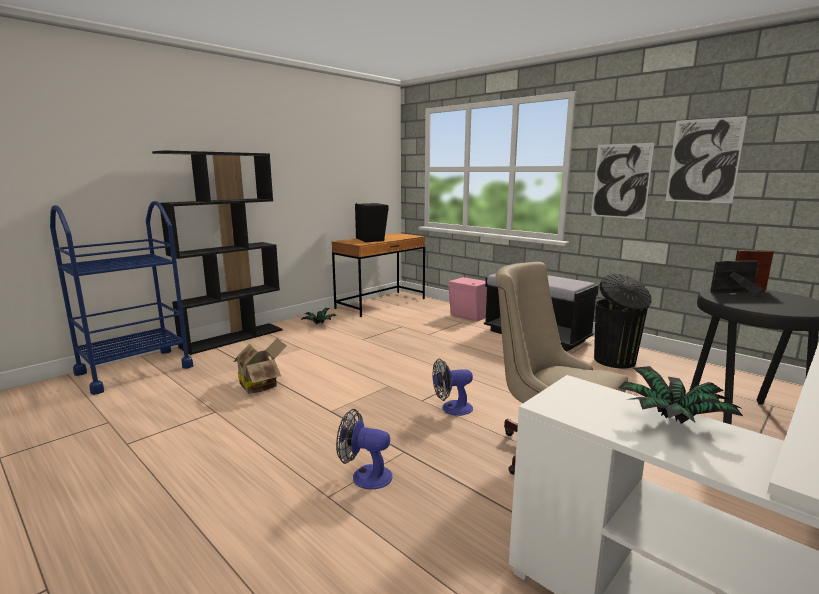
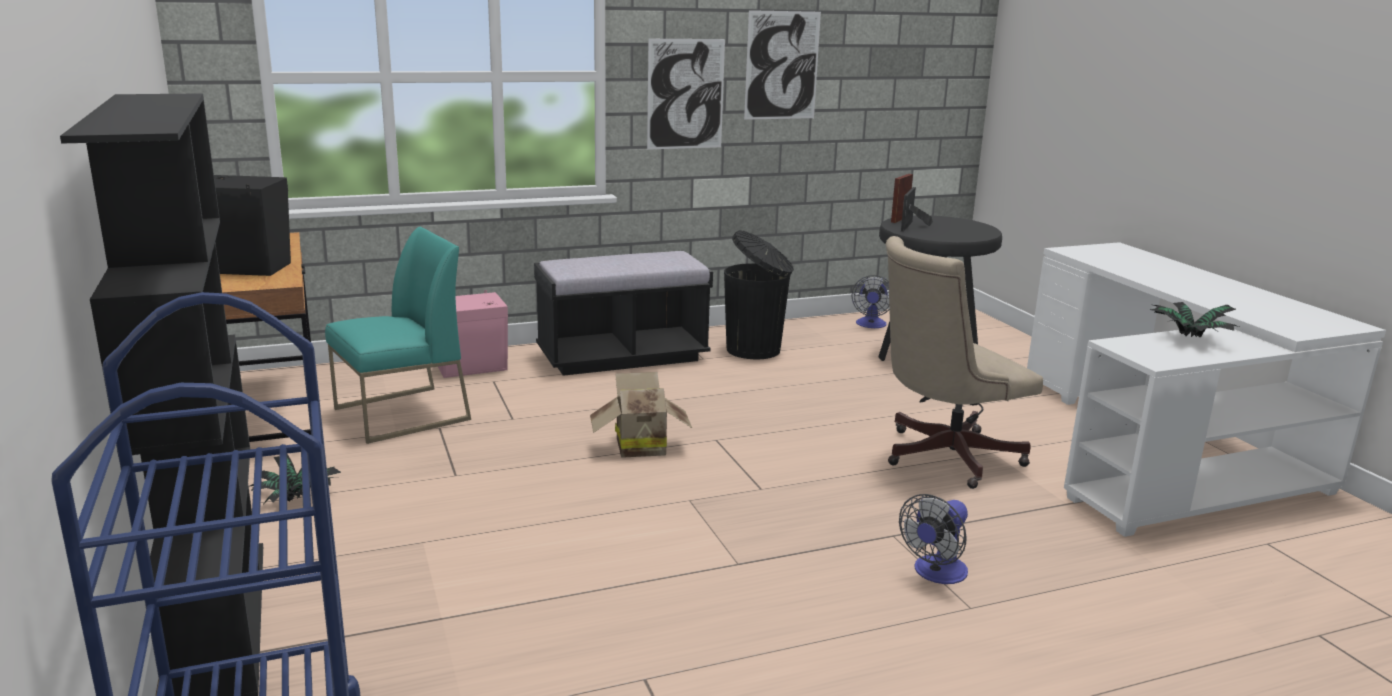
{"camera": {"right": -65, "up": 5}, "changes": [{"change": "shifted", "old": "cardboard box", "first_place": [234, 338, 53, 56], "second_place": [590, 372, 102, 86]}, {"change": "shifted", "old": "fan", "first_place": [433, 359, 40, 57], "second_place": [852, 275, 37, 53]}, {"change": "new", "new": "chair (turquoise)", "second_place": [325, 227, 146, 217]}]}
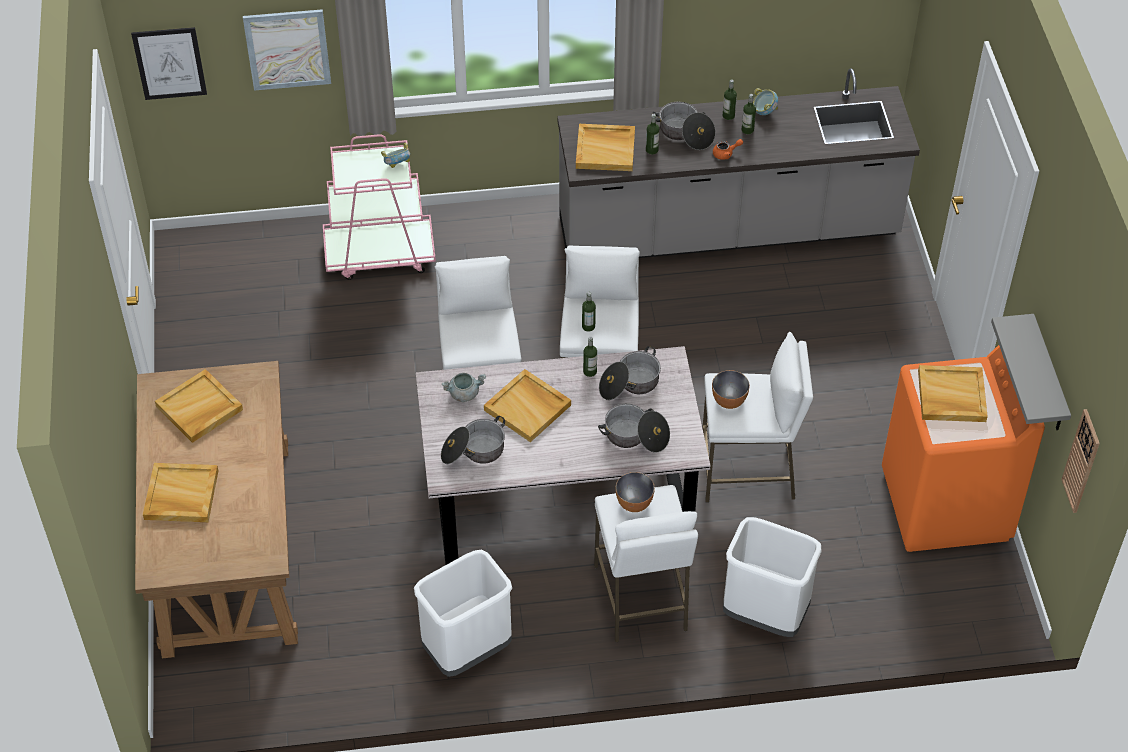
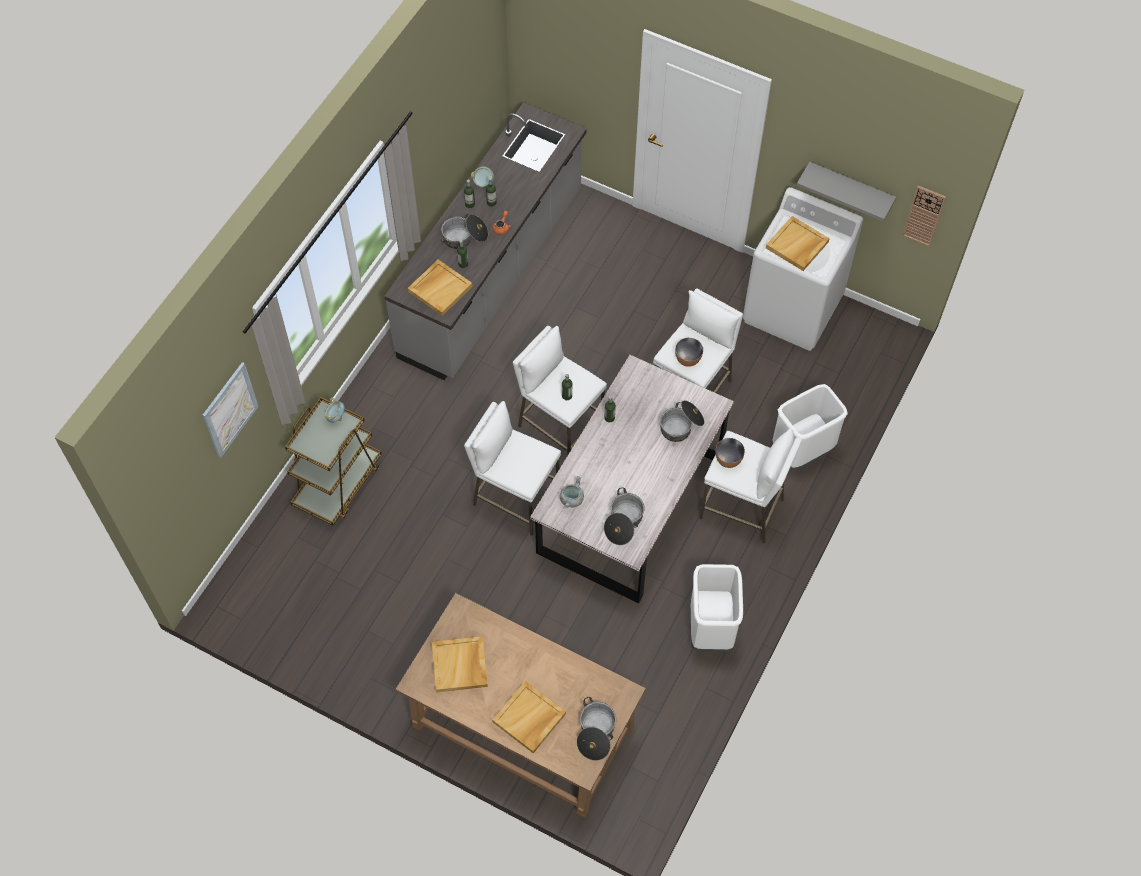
{"camera": {"right": -55, "up": 10}, "changes": [{"change": "gone", "old": "picture", "first_place": [131, 27, 76, 73]}, {"change": "repainted", "old": "cart (pink)", "new": "cart (brown)", "first_place": [323, 134, 113, 146], "second_place": [285, 397, 96, 128]}, {"change": "gone", "old": "tray (beige)", "first_place": [484, 369, 87, 73]}, {"change": "shifted", "old": "cooking pot", "first_place": [599, 346, 62, 54], "second_place": [577, 697, 39, 64]}, {"change": "repainted", "old": "washing machine (orange)", "new": "washing machine (white)", "first_place": [882, 345, 163, 207], "second_place": [743, 187, 120, 164]}]}
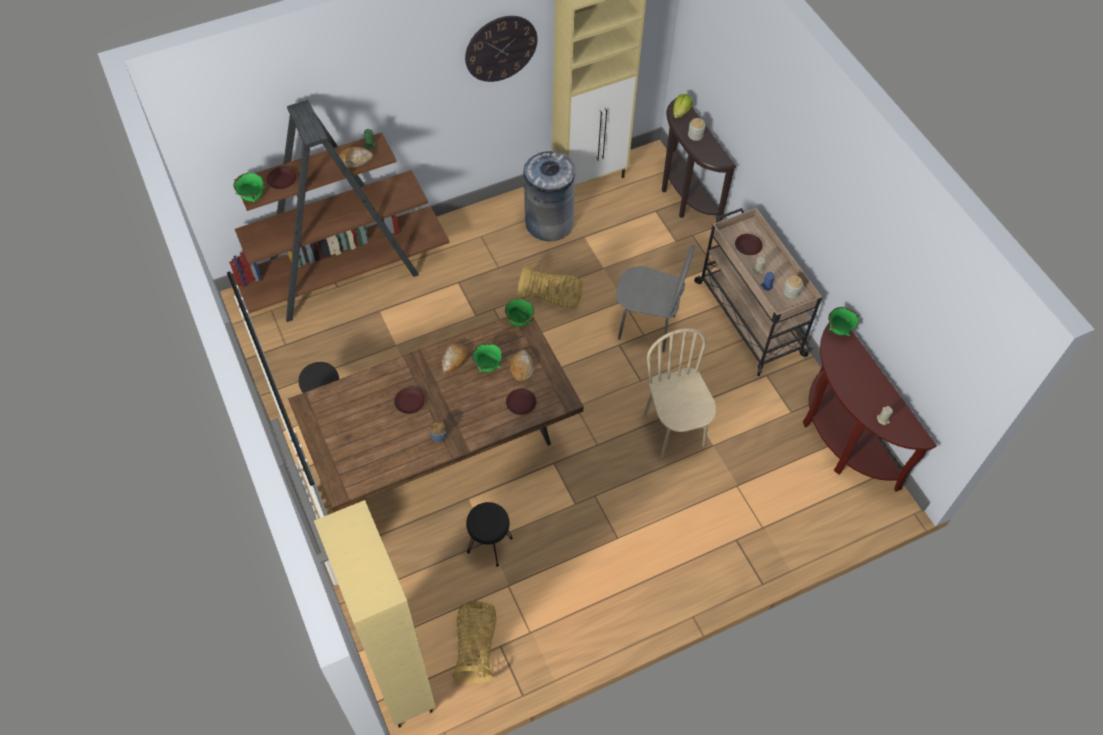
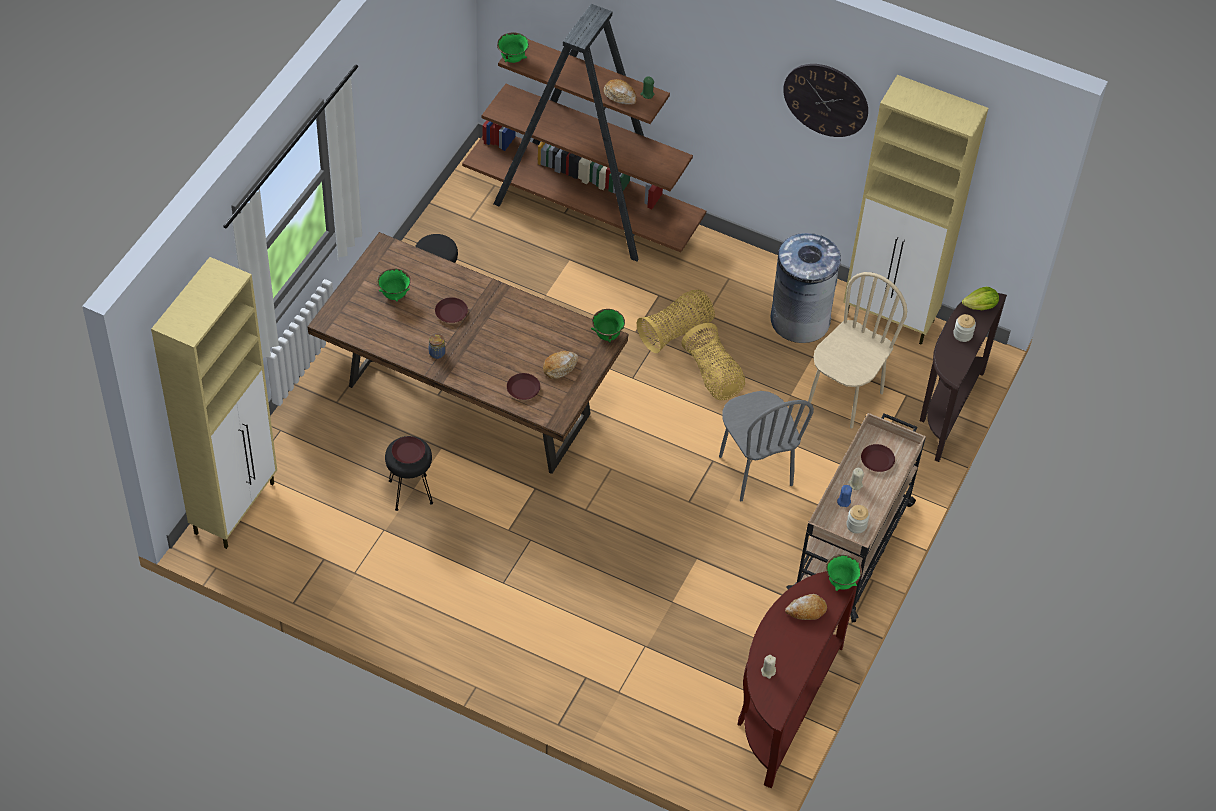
{"camera": {"right": 50, "up": -5}, "changes": [{"change": "shifted", "old": "plate (brown)", "first_place": [267, 167, 29, 22], "second_place": [392, 436, 33, 28]}, {"change": "shifted", "old": "bread", "first_place": [442, 344, 26, 29], "second_place": [785, 594, 42, 26]}, {"change": "shifted", "old": "basket", "first_place": [452, 601, 44, 82], "second_place": [637, 290, 78, 63]}, {"change": "shifted", "old": "bowl (green)", "first_place": [472, 343, 31, 30], "second_place": [377, 268, 34, 33]}, {"change": "shifted", "old": "chair (beige)", "first_place": [643, 328, 73, 130], "second_place": [808, 272, 99, 157]}]}
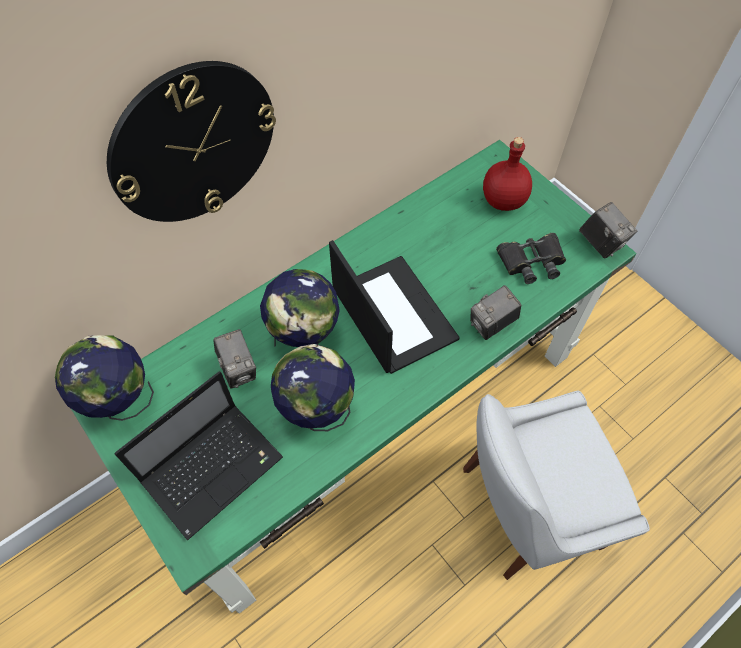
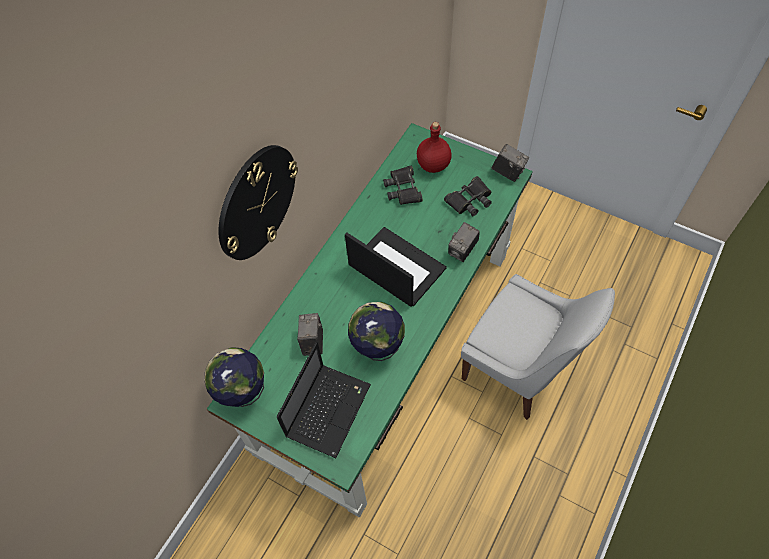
{"camera": {"right": -20, "up": 0}, "changes": [{"change": "rotated", "old": "photo camera", "first_place": [213, 329, 43, 60], "second_place": [297, 313, 26, 43], "degrees": -135}, {"change": "gone", "old": "globe", "first_place": [260, 269, 80, 78]}, {"change": "rotated", "old": "chair (white)", "first_place": [463, 391, 187, 189], "second_place": [461, 274, 154, 146], "degrees": -105}, {"change": "new", "new": "binoculars (black)", "second_place": [383, 165, 40, 40]}]}
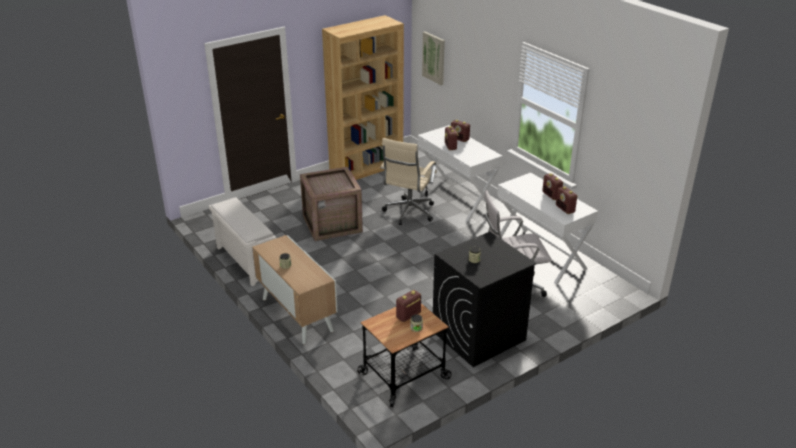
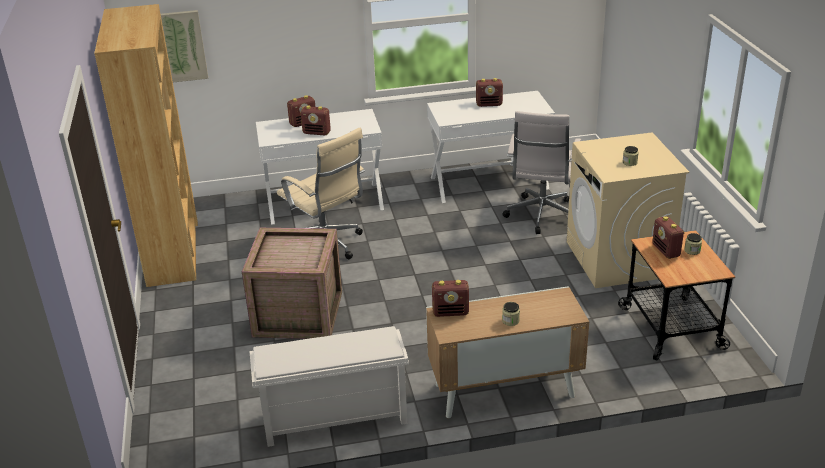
{"camera": {"right": -65, "up": 0}, "changes": [{"change": "repainted", "old": "washing machine (black)", "new": "washing machine (beige)", "first_place": [433, 232, 104, 135], "second_place": [566, 132, 123, 156]}, {"change": "shifted", "old": "radio", "first_place": [556, 186, 22, 28], "second_place": [432, 280, 37, 37]}]}
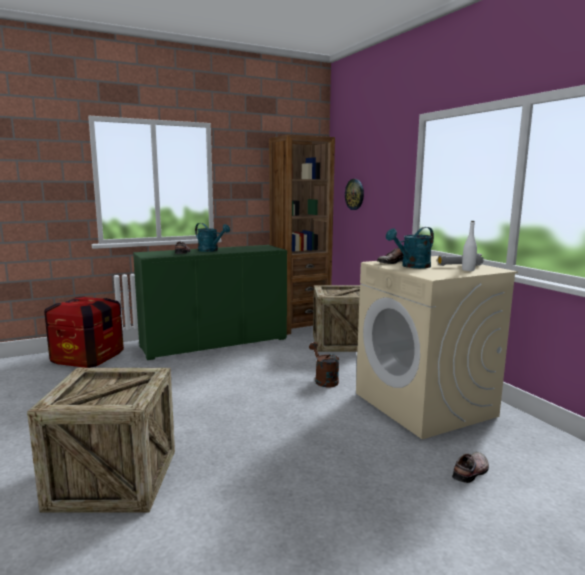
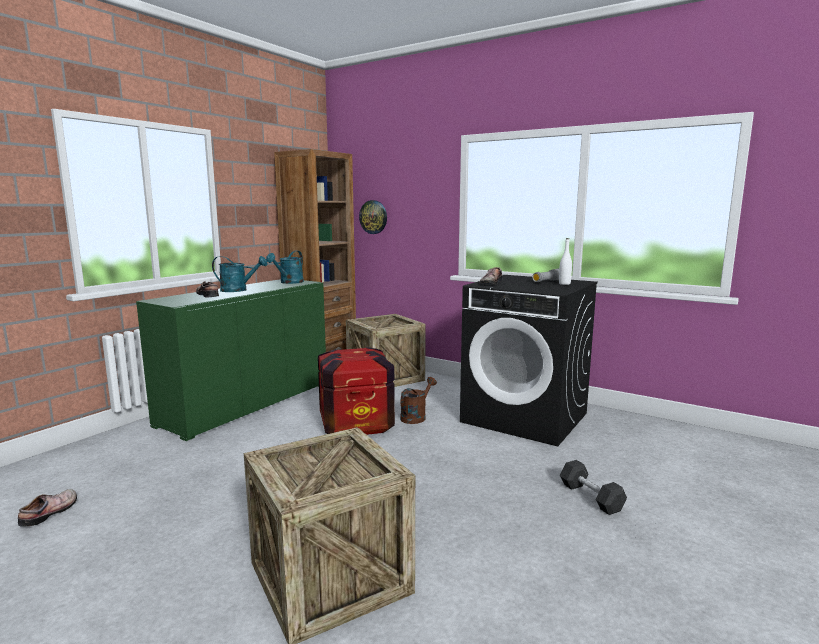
{"camera": {"right": -30, "up": 0}, "changes": [{"change": "shifted", "old": "crate", "first_place": [44, 296, 80, 72], "second_place": [318, 347, 77, 88]}, {"change": "rotated", "old": "watering can (brown)", "first_place": [309, 342, 30, 45], "second_place": [400, 377, 37, 47], "degrees": 90}, {"change": "repainted", "old": "washing machine (beige)", "new": "washing machine (black)", "first_place": [356, 256, 162, 183], "second_place": [460, 275, 138, 172]}, {"change": "shifted", "old": "watering can (turquoise)", "first_place": [386, 227, 48, 41], "second_place": [266, 251, 38, 33]}, {"change": "shifted", "old": "shoe", "first_place": [452, 452, 37, 31], "second_place": [18, 489, 59, 38]}, {"change": "new", "new": "dumbbell (black)", "second_place": [560, 460, 67, 55]}]}
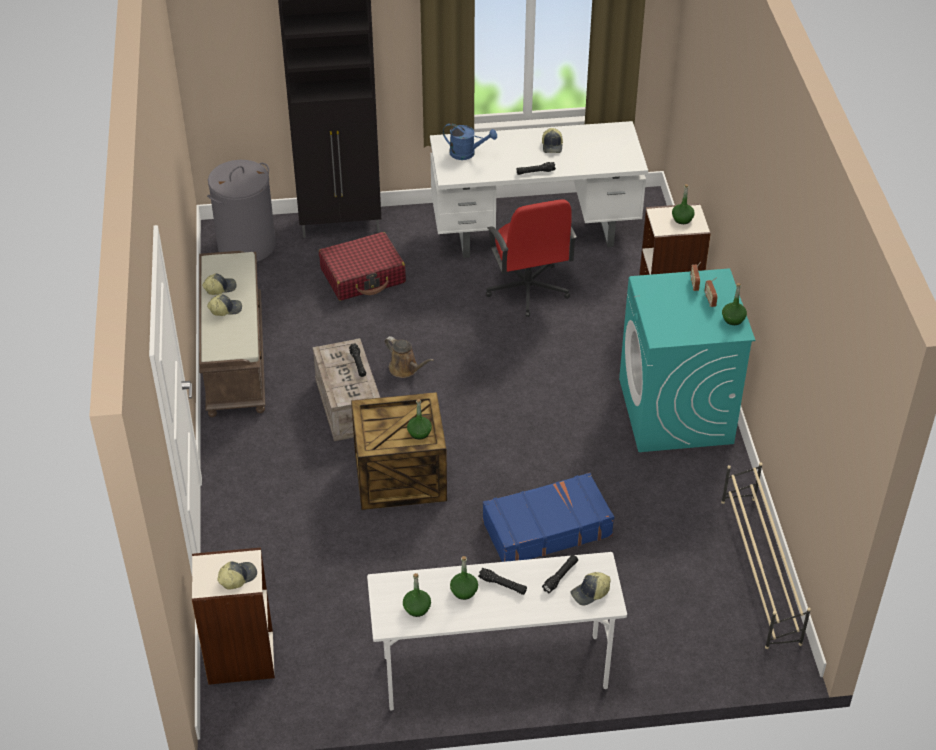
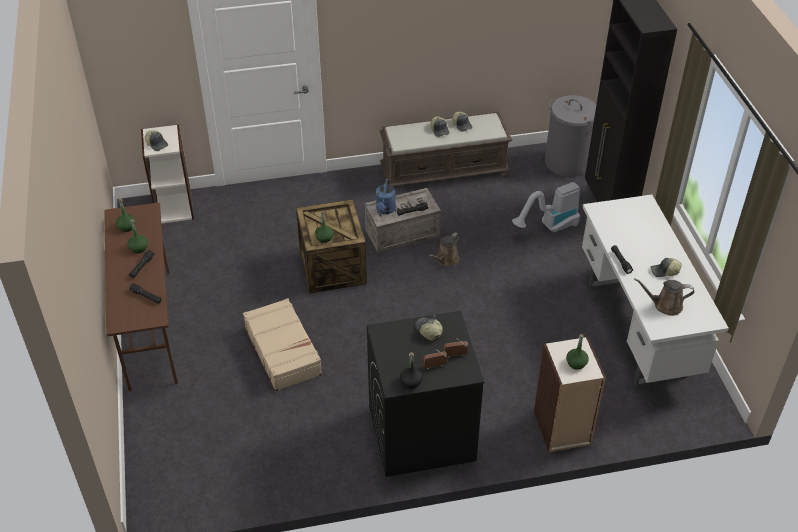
{"camera": {"right": 85, "up": 0}, "changes": [{"change": "swapped", "old": "suitcase (red)", "new": "vacuum cleaner", "first_place": [319, 232, 87, 69], "second_place": [512, 182, 68, 51]}, {"change": "repainted", "old": "desk (white)", "new": "desk (brown)", "first_place": [367, 552, 260, 159], "second_place": [104, 203, 74, 188]}, {"change": "shifted", "old": "watering can (blue)", "first_place": [443, 123, 54, 37], "second_place": [376, 179, 20, 35]}, {"change": "repainted", "old": "suitcase (blue)", "new": "suitcase (beige)", "first_place": [483, 472, 131, 90], "second_place": [243, 298, 79, 93]}, {"change": "gone", "old": "office chair (red)", "first_place": [486, 200, 91, 117]}, {"change": "shifted", "old": "cap", "first_place": [571, 572, 40, 34], "second_place": [415, 318, 28, 23]}, {"change": "repainted", "old": "washing machine (turquoise)", "new": "washing machine (black)", "first_place": [619, 268, 136, 184], "second_place": [367, 311, 118, 166]}, {"change": "gone", "old": "shoe rack (beige)", "first_place": [721, 462, 90, 187]}, {"change": "repainted", "old": "bottle (green)", "new": "bottle (black)", "first_place": [722, 283, 25, 42], "second_place": [400, 352, 23, 37]}, {"change": "new", "new": "watering can (brown)", "second_place": [634, 278, 60, 38]}]}
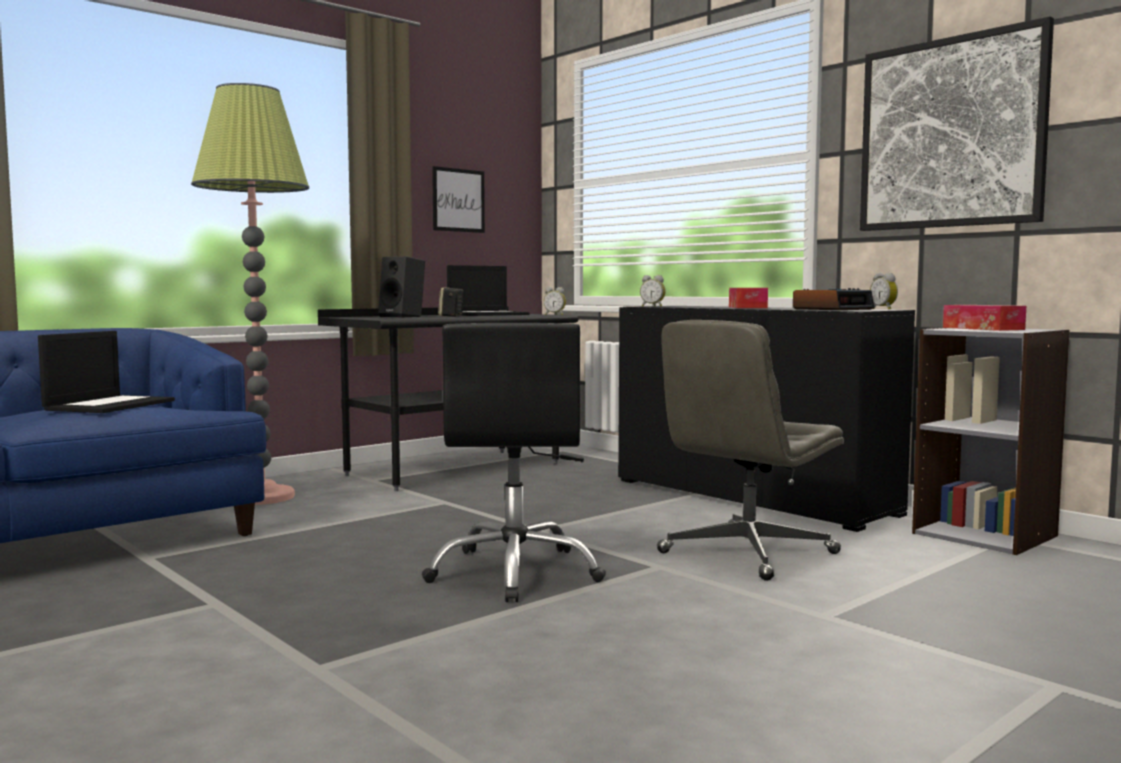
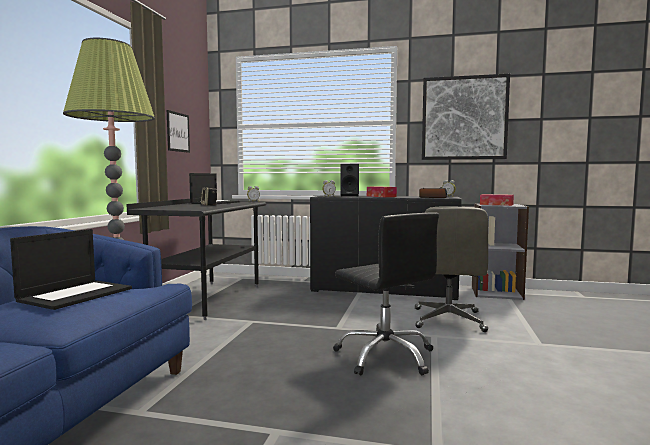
{"camera": {"right": -35, "up": 0}, "changes": [{"change": "rotated", "old": "laptop", "first_place": [38, 331, 137, 82], "second_place": [10, 229, 122, 81], "degrees": 45}, {"change": "shifted", "old": "speaker (black)", "first_place": [378, 256, 47, 62], "second_place": [340, 164, 19, 32]}]}
